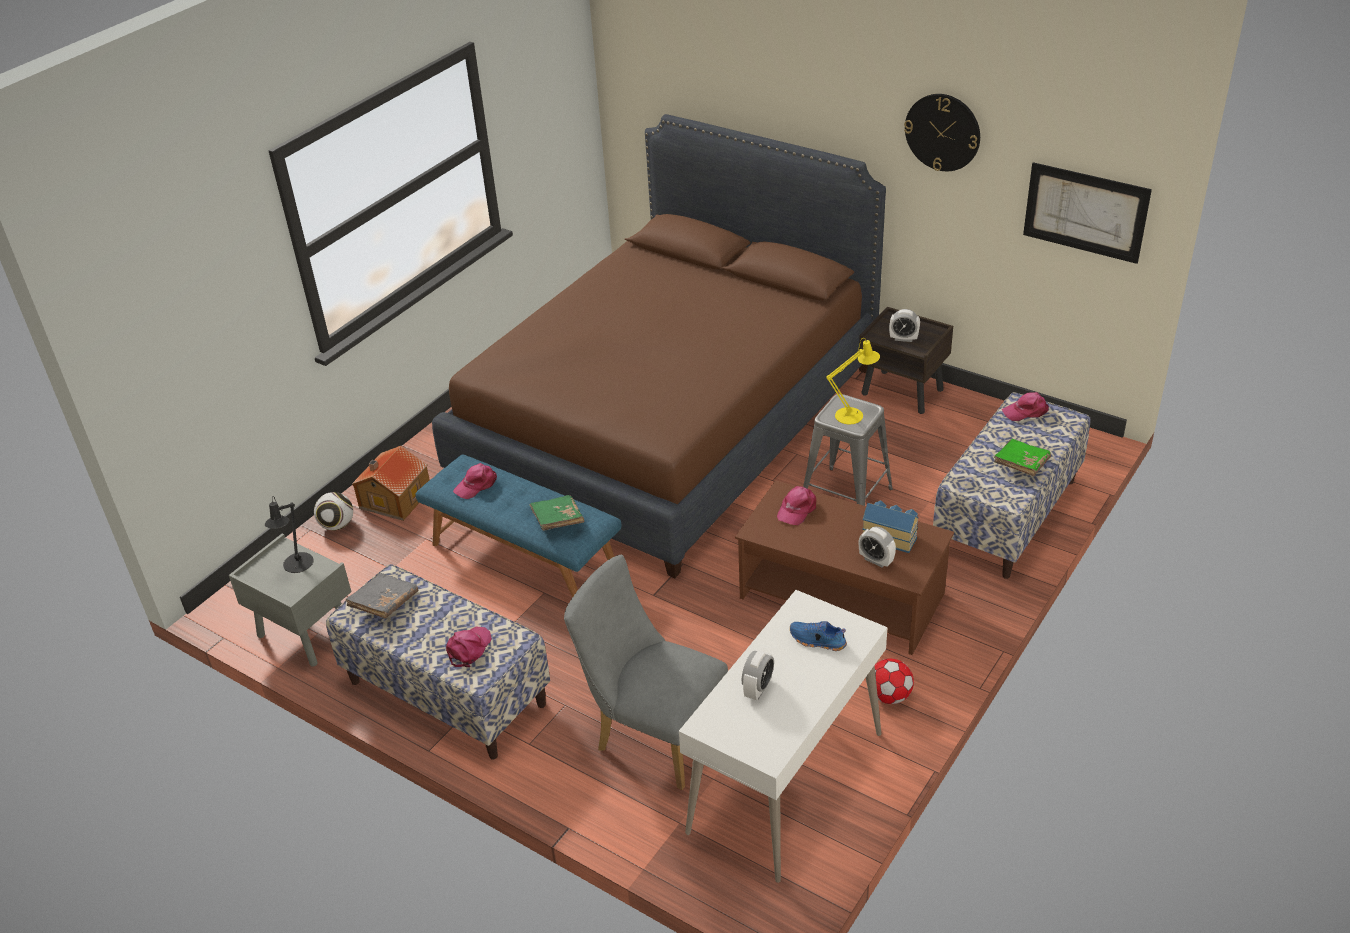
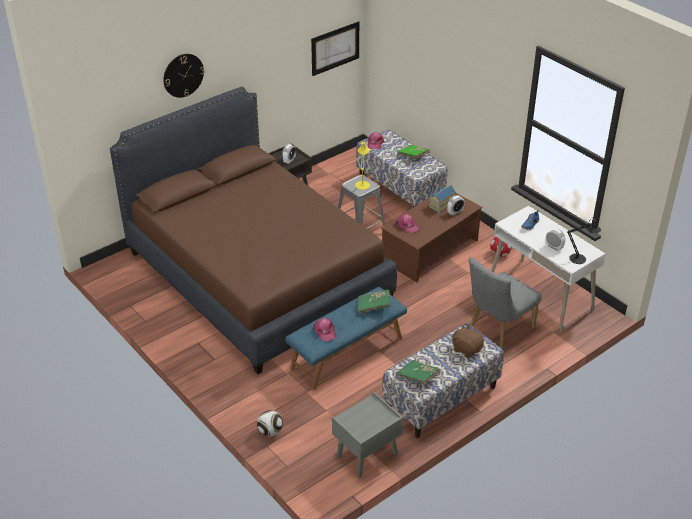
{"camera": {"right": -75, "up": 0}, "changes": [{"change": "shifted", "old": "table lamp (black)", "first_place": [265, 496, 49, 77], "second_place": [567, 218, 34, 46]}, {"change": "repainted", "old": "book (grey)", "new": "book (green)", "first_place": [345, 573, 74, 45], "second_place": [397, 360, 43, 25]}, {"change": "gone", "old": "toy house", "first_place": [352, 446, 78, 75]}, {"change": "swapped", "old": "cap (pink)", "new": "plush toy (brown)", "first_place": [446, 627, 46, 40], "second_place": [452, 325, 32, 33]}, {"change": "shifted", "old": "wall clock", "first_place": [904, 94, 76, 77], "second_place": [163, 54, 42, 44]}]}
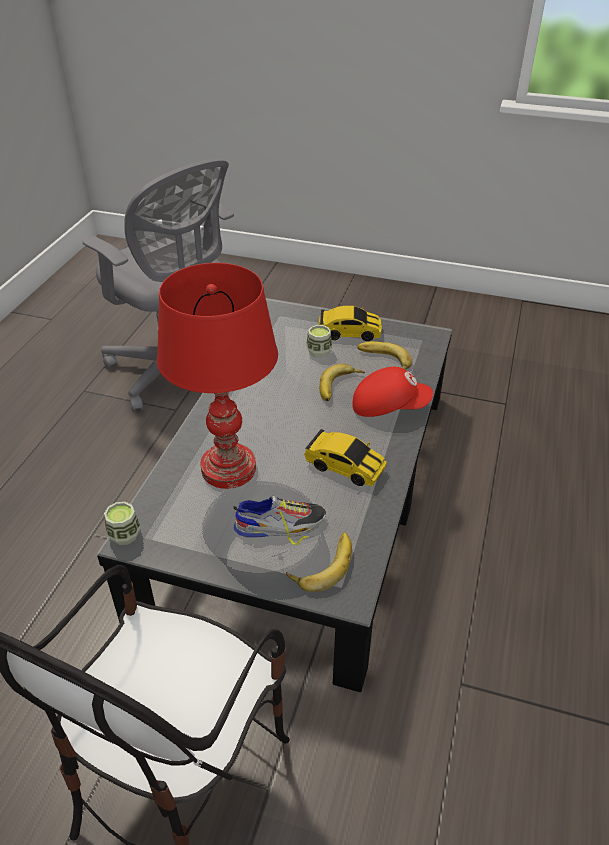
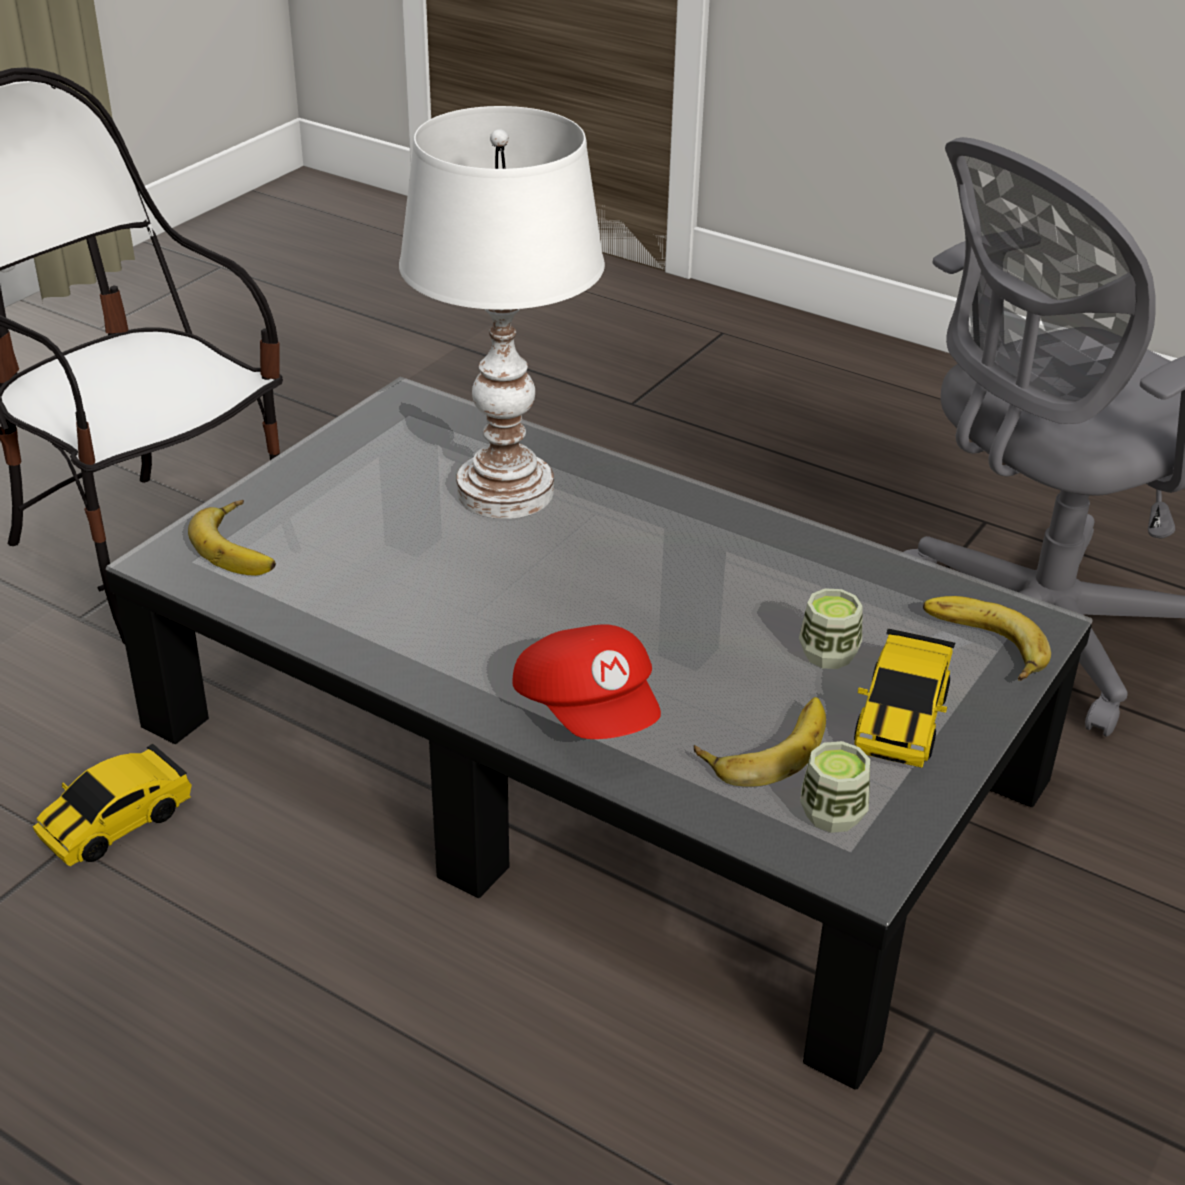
{"camera": {"right": 105, "up": -5}, "changes": [{"change": "shifted", "old": "cup", "first_place": [104, 502, 37, 43], "second_place": [800, 741, 70, 92]}, {"change": "repainted", "old": "table lamp (red)", "new": "table lamp (white)", "first_place": [157, 263, 121, 226], "second_place": [399, 106, 206, 413]}, {"change": "gone", "old": "shoe", "first_place": [233, 496, 93, 49]}, {"change": "shifted", "old": "toy car", "first_place": [304, 429, 83, 57], "second_place": [33, 744, 159, 122]}, {"change": "shifted", "old": "banana", "first_place": [319, 364, 46, 37], "second_place": [923, 596, 128, 85]}, {"change": "rotated", "old": "cap (red)", "first_place": [352, 367, 81, 50], "second_place": [512, 624, 149, 115], "degrees": -45}]}
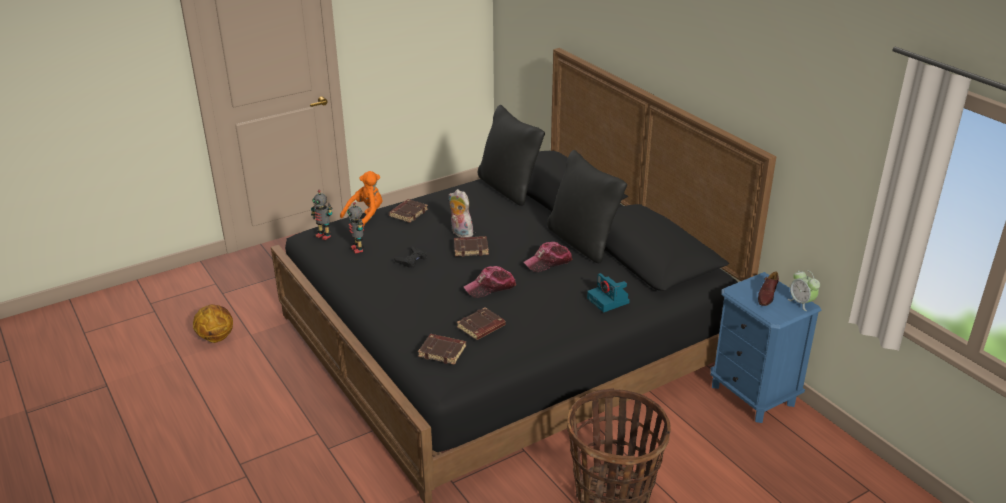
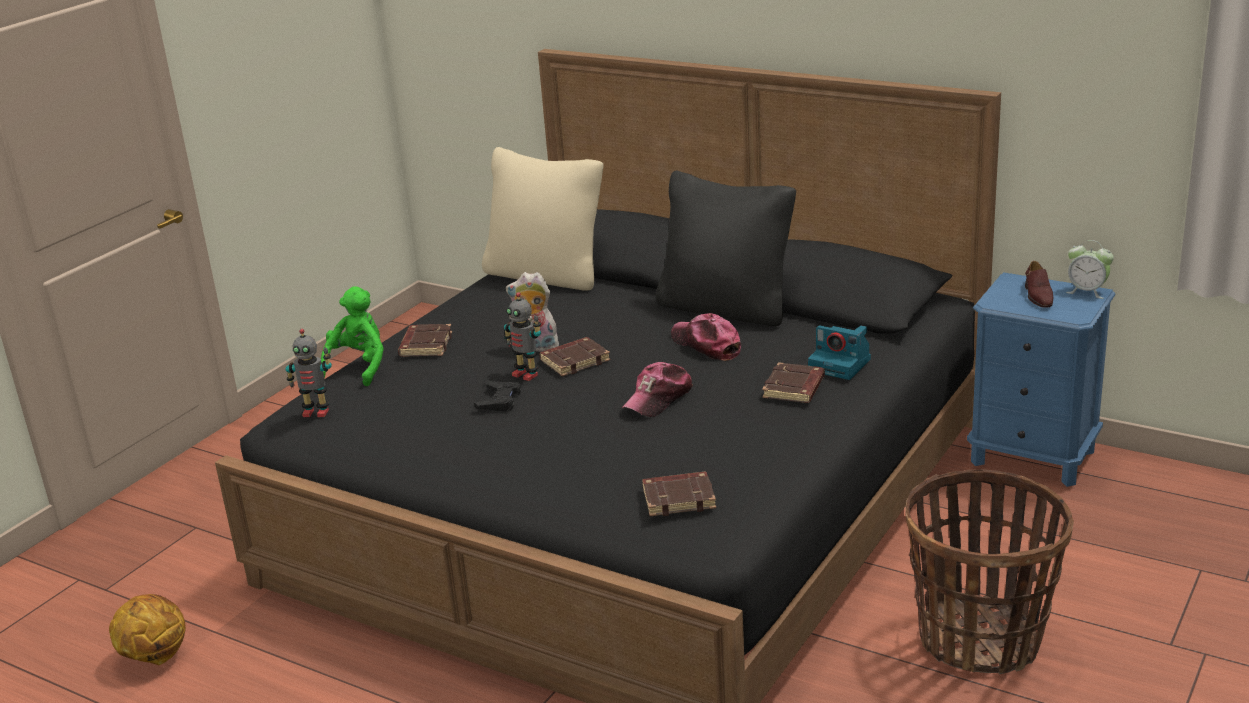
{"camera": {"right": -25, "up": -5}, "changes": [{"change": "repainted", "old": "plush toy (orange)", "new": "plush toy (green)", "first_place": [340, 171, 42, 56], "second_place": [321, 286, 63, 100]}, {"change": "shifted", "old": "toy robot", "first_place": [347, 202, 17, 52], "second_place": [504, 292, 37, 89]}, {"change": "shifted", "old": "book (brown)", "first_place": [457, 307, 49, 33], "second_place": [762, 362, 63, 41]}, {"change": "repainted", "old": "pillow (black)", "new": "pillow (beige)", "first_place": [478, 105, 67, 101], "second_place": [482, 147, 122, 143]}, {"change": "rotated", "old": "cap", "first_place": [523, 242, 50, 30], "second_place": [671, 313, 70, 48], "degrees": 105}]}
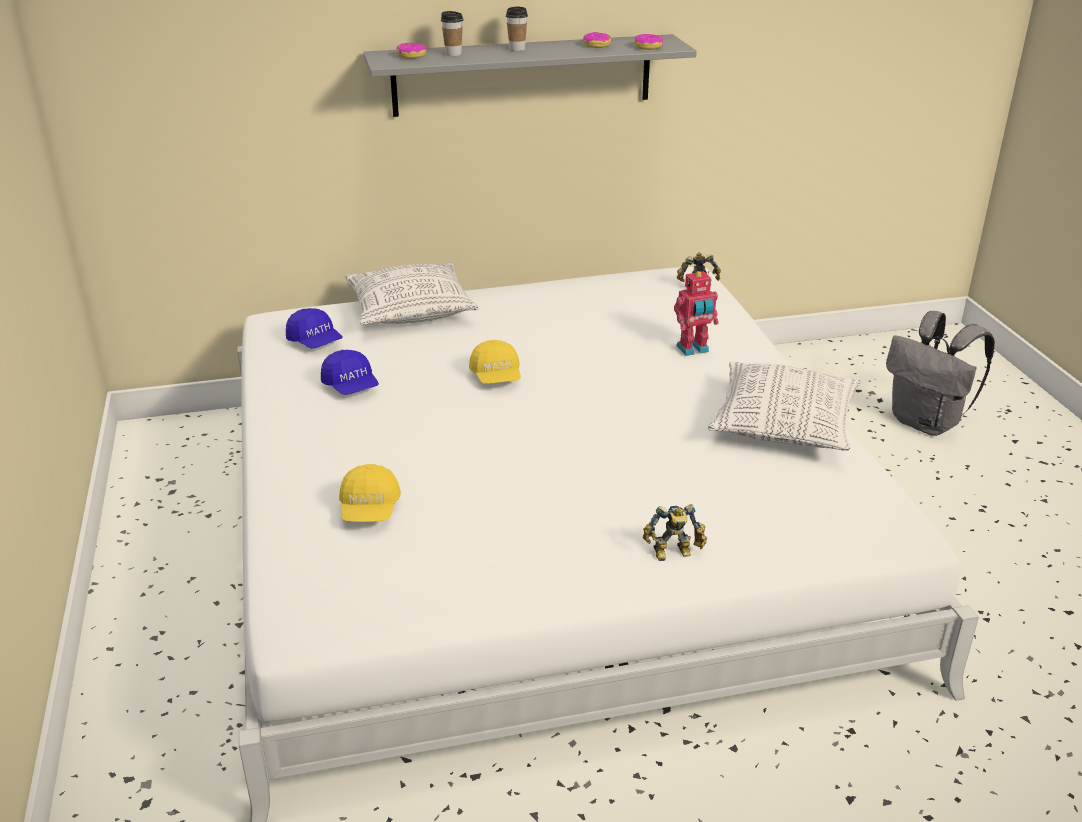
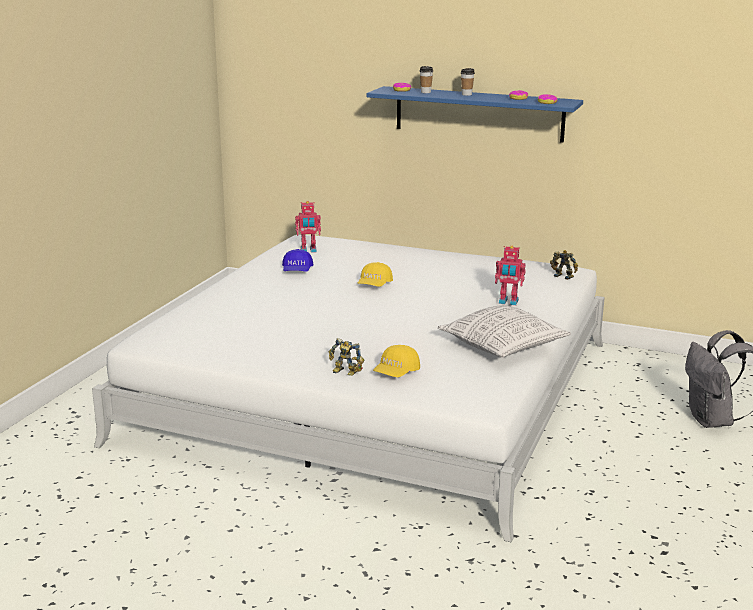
{"camera": {"right": 35, "up": -10}, "changes": [{"change": "swapped", "old": "cap (blue)", "new": "toy robot", "first_place": [286, 308, 56, 41], "second_place": [295, 201, 26, 52]}, {"change": "shifted", "old": "cap (yellow)", "first_place": [339, 464, 62, 58], "second_place": [373, 345, 47, 32]}, {"change": "gone", "old": "pillow", "first_place": [345, 262, 134, 63]}, {"change": "repainted", "old": "shelf (grey)", "new": "shelf (blue)", "first_place": [363, 34, 334, 83], "second_place": [367, 86, 216, 57]}]}
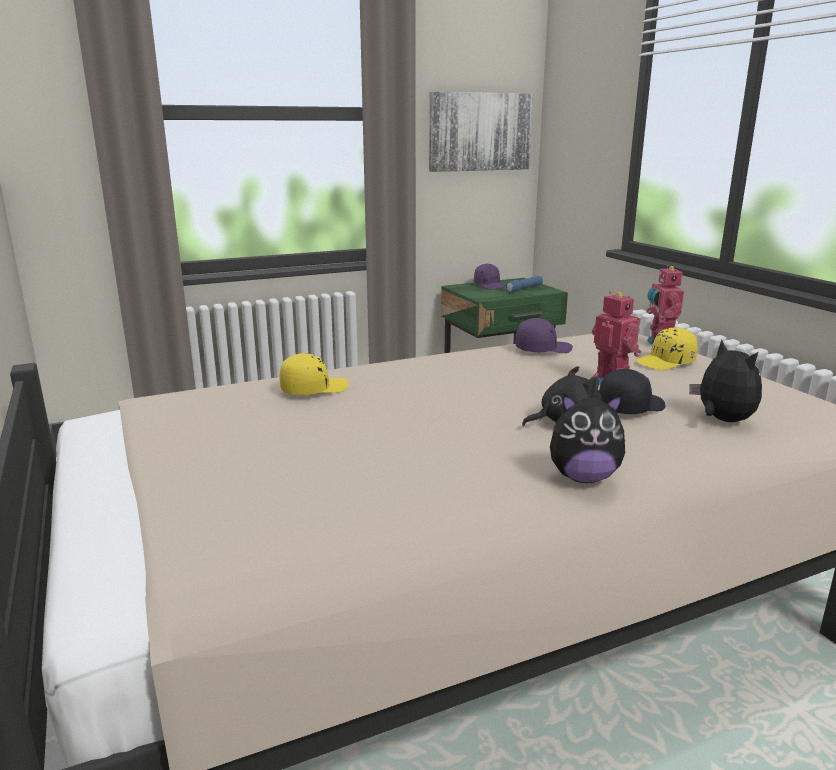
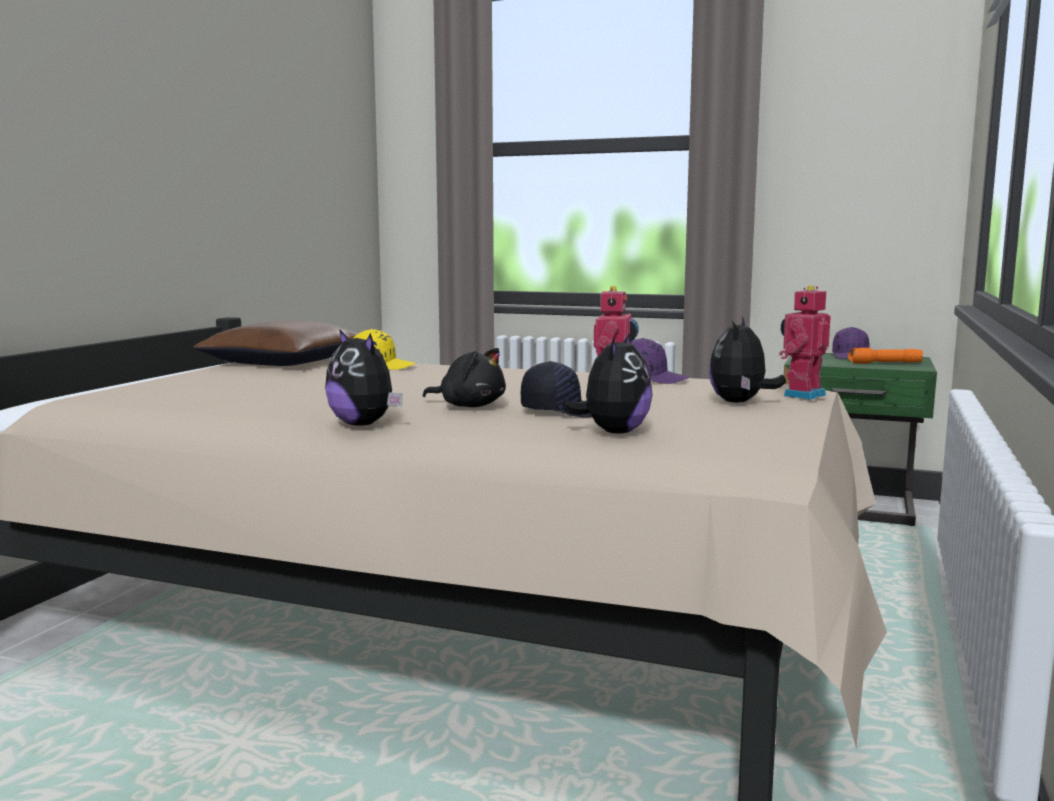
{"camera": {"right": 45, "up": -10}, "changes": [{"change": "gone", "old": "picture", "first_place": [429, 92, 104, 80]}, {"change": "repainted", "old": "flashlight (blue)", "new": "flashlight (orange)", "first_place": [504, 276, 39, 17], "second_place": [848, 348, 75, 15]}, {"change": "swapped", "old": "cap (yellow)", "new": "plush toy", "first_place": [635, 327, 63, 43], "second_place": [709, 317, 77, 86]}, {"change": "new", "new": "pillow (brown)", "second_place": [194, 320, 164, 46]}]}
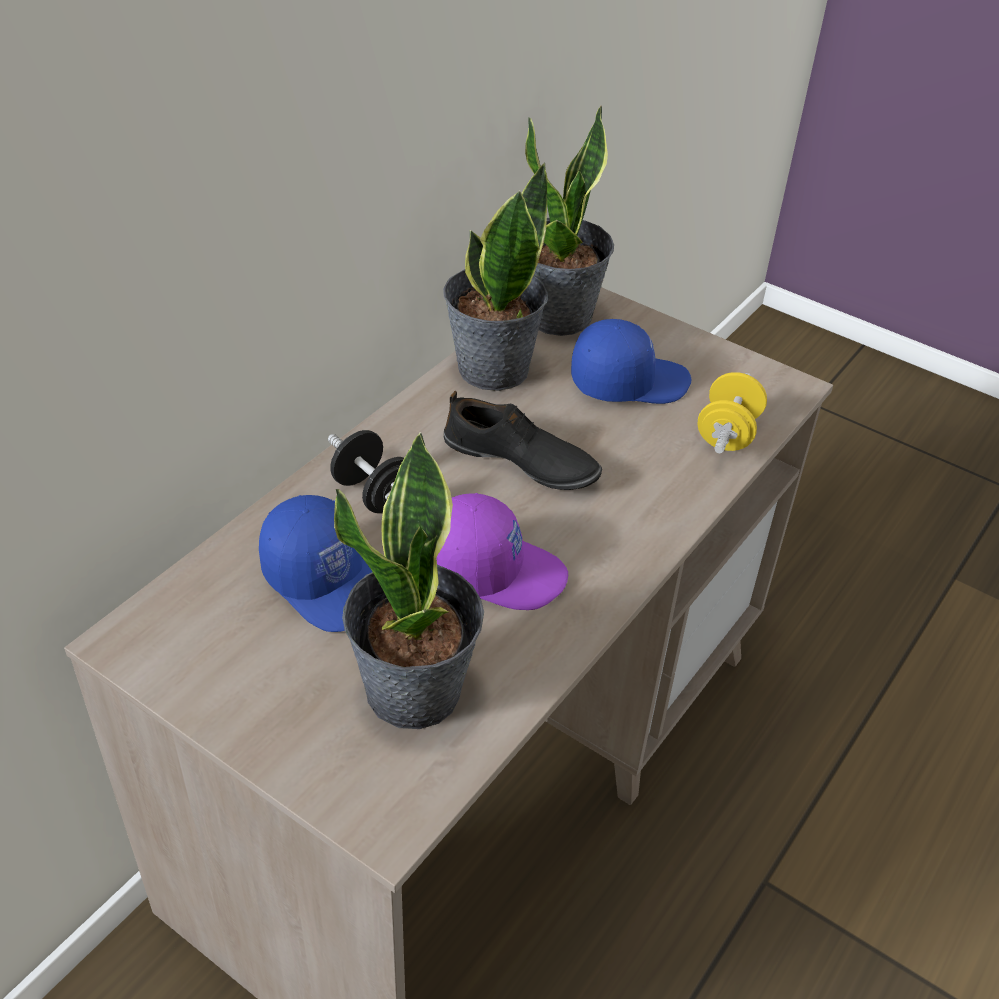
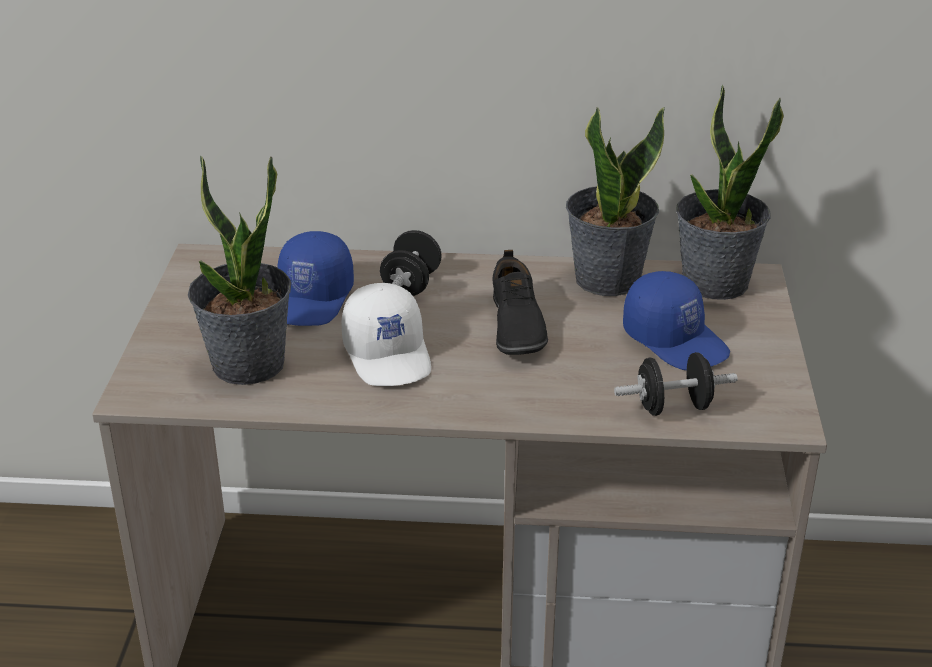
{"camera": {"right": 60, "up": -10}, "changes": [{"change": "repainted", "old": "cap (purple)", "new": "cap (white)", "first_place": [436, 493, 132, 117], "second_place": [341, 283, 90, 103]}, {"change": "repainted", "old": "dumbbell (yellow)", "new": "dumbbell (black)", "first_place": [698, 372, 69, 81], "second_place": [614, 352, 124, 64]}]}
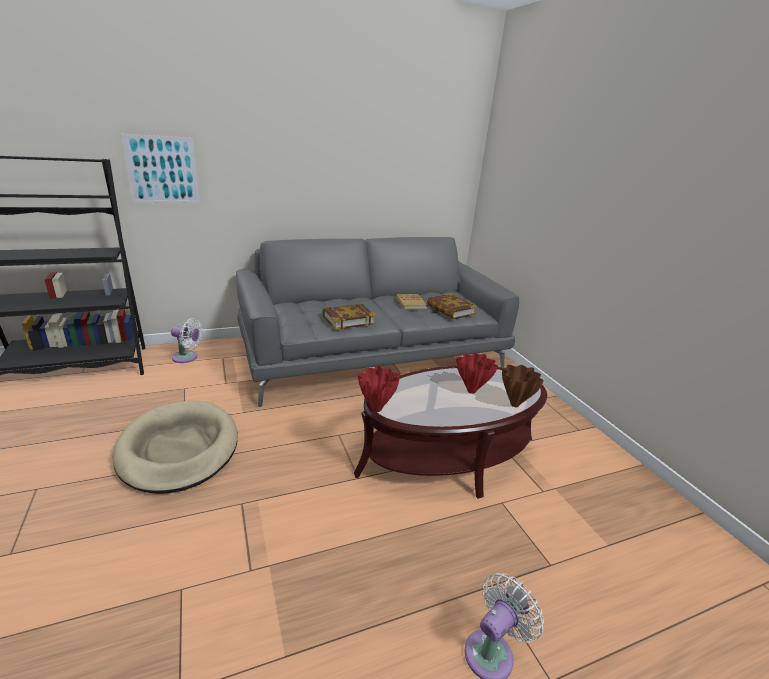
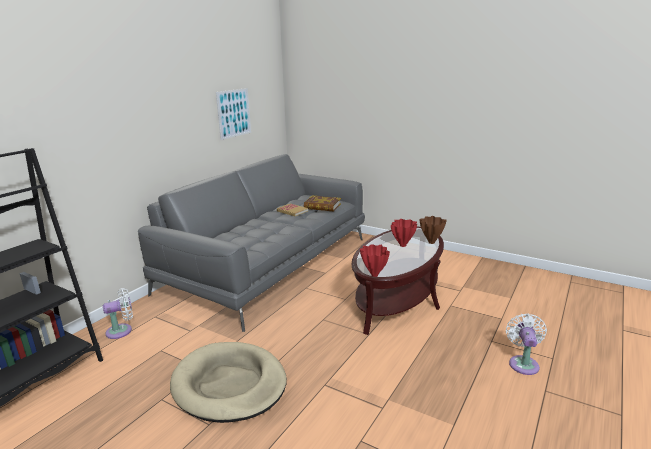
{"camera": {"right": -35, "up": -5}, "changes": [{"change": "shifted", "old": "picture", "first_place": [121, 134, 79, 69], "second_place": [216, 88, 35, 52]}, {"change": "gone", "old": "book", "first_place": [323, 304, 53, 26]}]}
